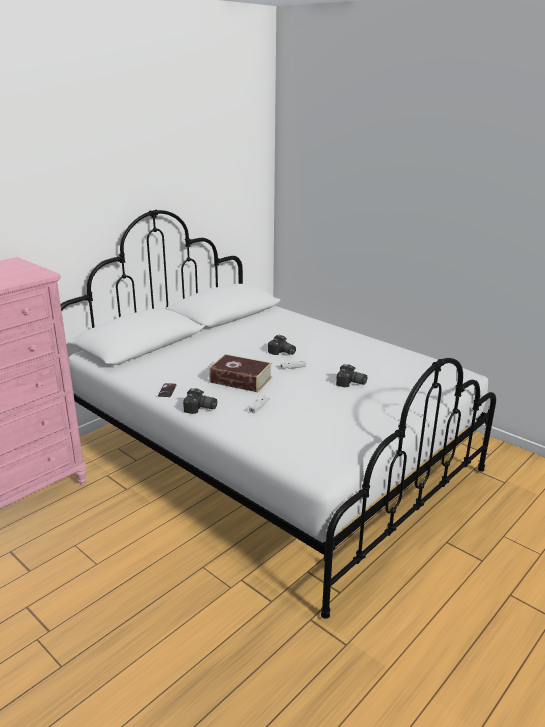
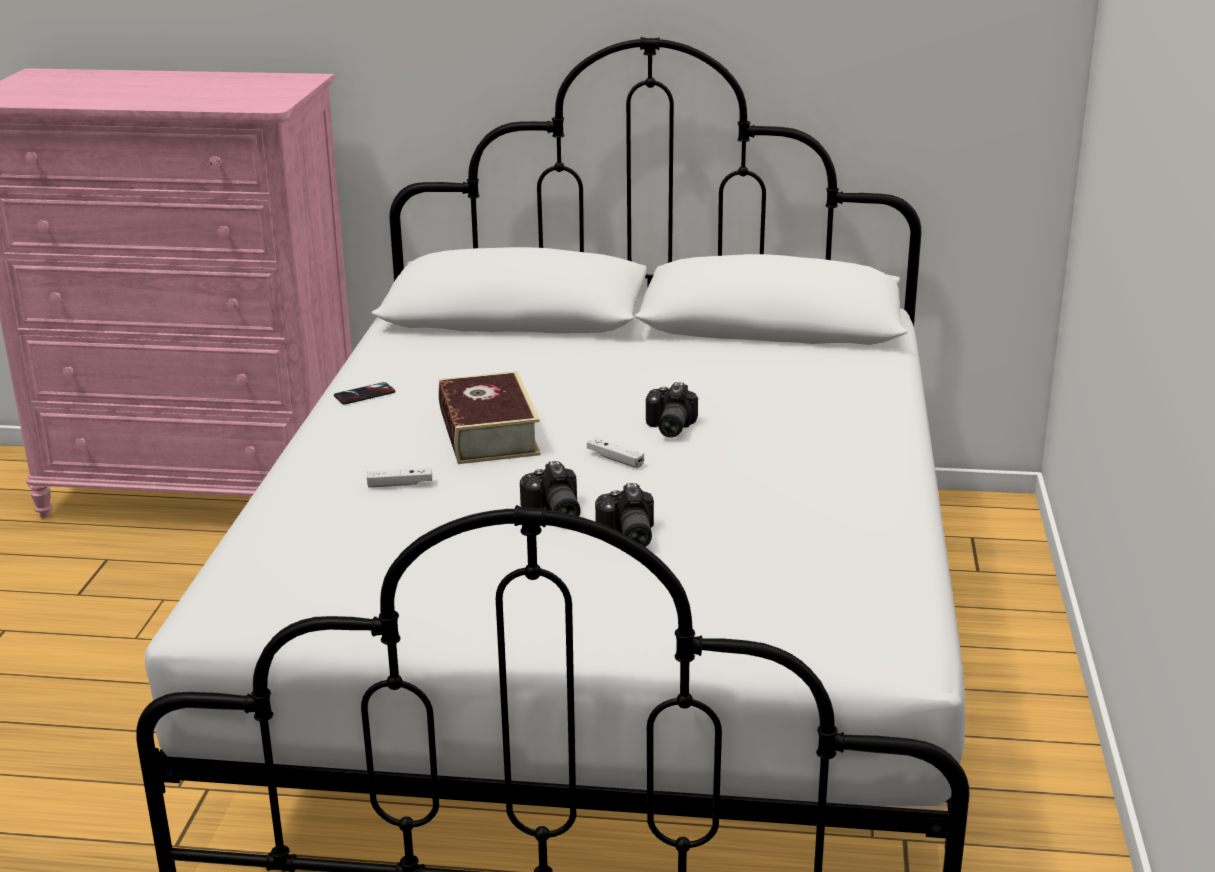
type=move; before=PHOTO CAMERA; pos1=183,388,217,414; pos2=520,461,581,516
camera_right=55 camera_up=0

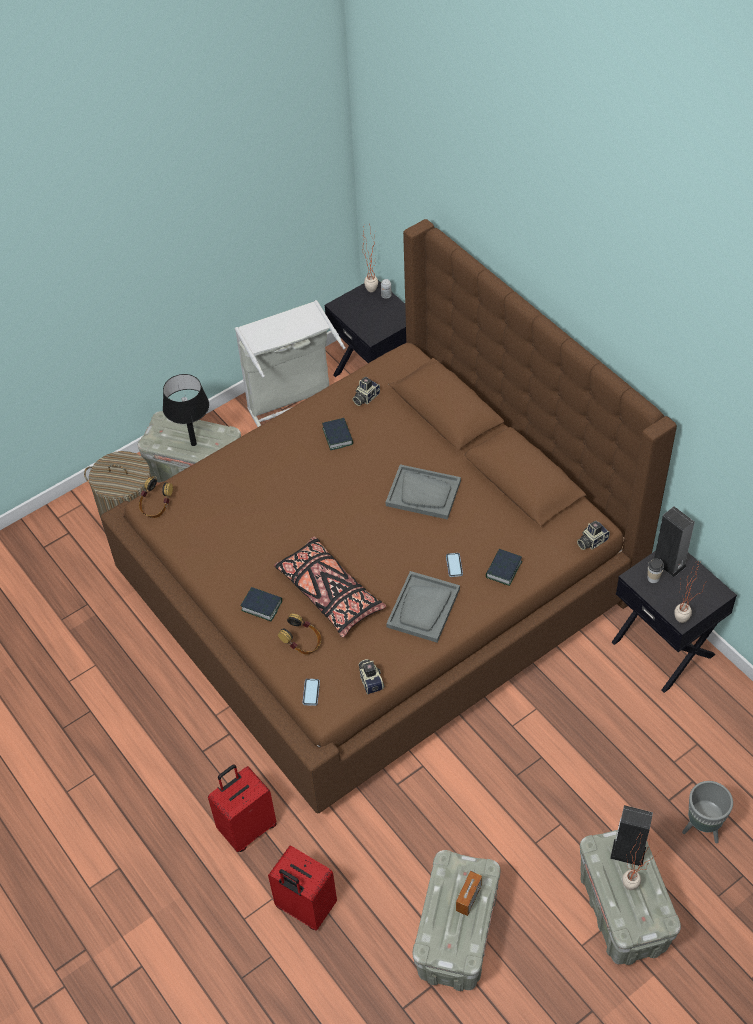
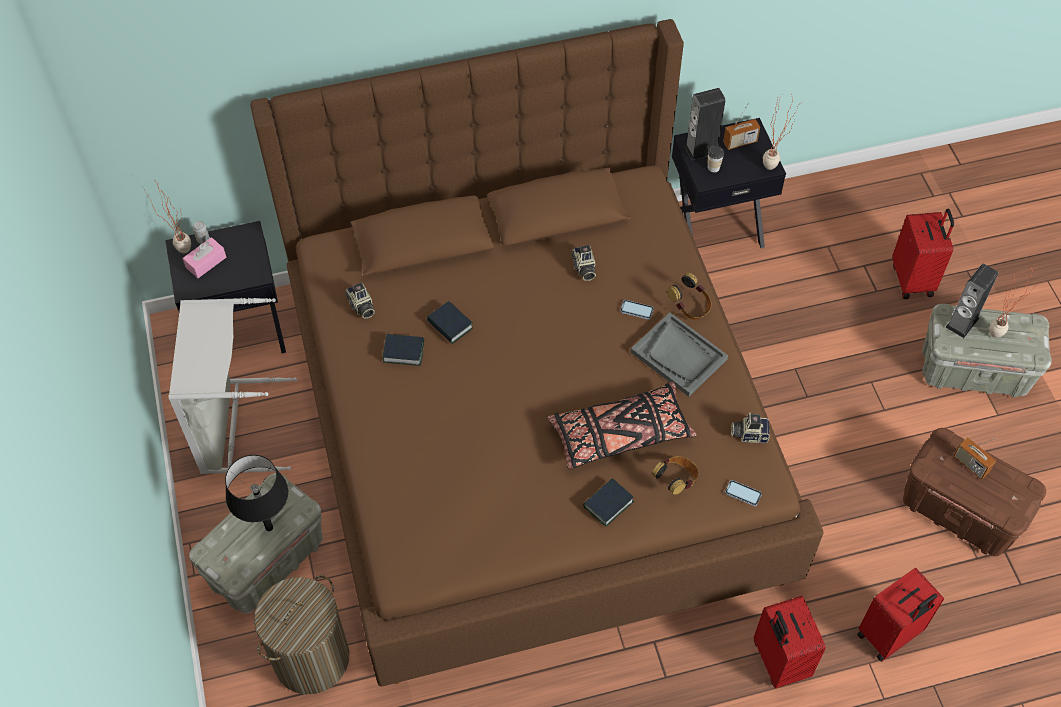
type=insert; after=PINK-COLOURED TISSUE BOX; pos2=182,237,226,278
type=move; before=VOLUME; pos1=486,549,522,586; pos2=427,301,473,344
type=move; before=PHOTO CAMERA; pos1=577,521,610,550; pos2=571,245,596,281
type=move; before=HEADSET; pos1=139,477,173,518; pos2=667,273,712,320
type=insert; after=RADIO SET; pos2=723,103,760,150
type=replace; before=GREY FLOWER POT; after=REDDISH PIECE OF LUGGAGE; pos1=682,781,733,843; pos2=892,209,954,299
type=recolor; before=GREY STORAGE CONTAINER; after=BROWN STORAGE CONTAINER; pos1=412,850,501,991; pos2=903,428,1046,556
type=delete; before=GREY SERVING TRAY; pos1=386,464,461,520
camera_right=-70 camera_up=5

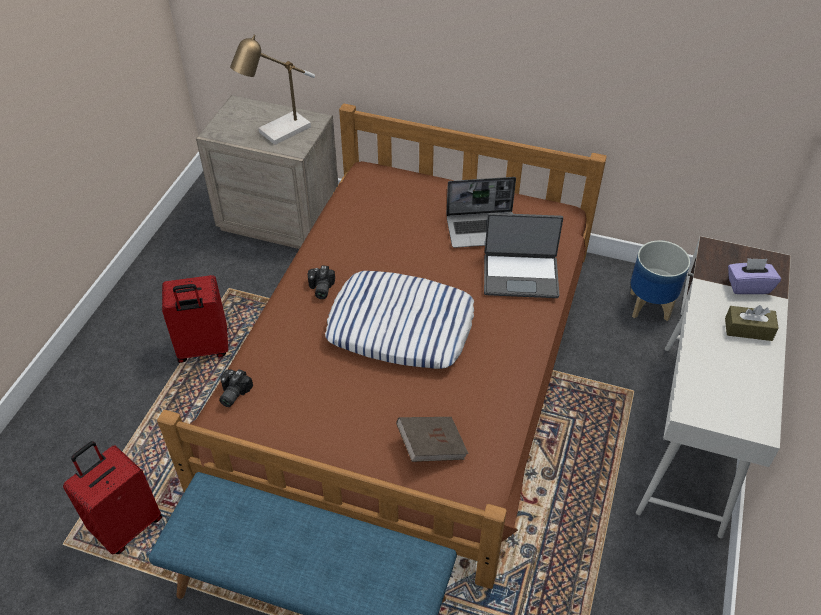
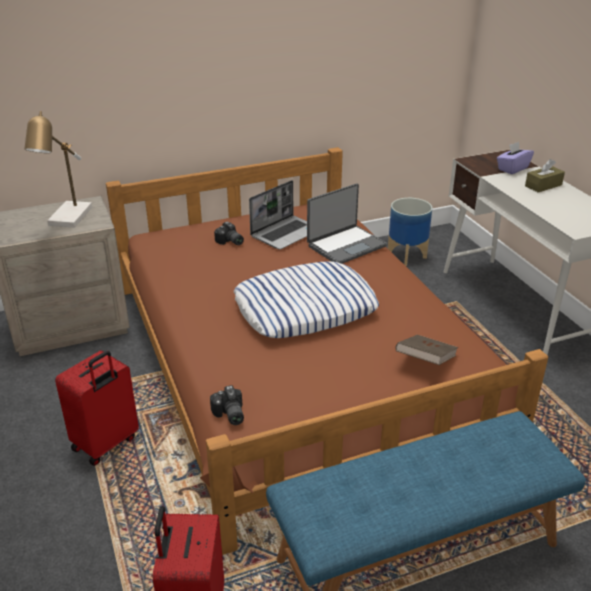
type=move; before=PHOTO CAMERA; pos1=307,265,335,299; pos2=214,221,244,245
camera_right=-40 camera_up=-15

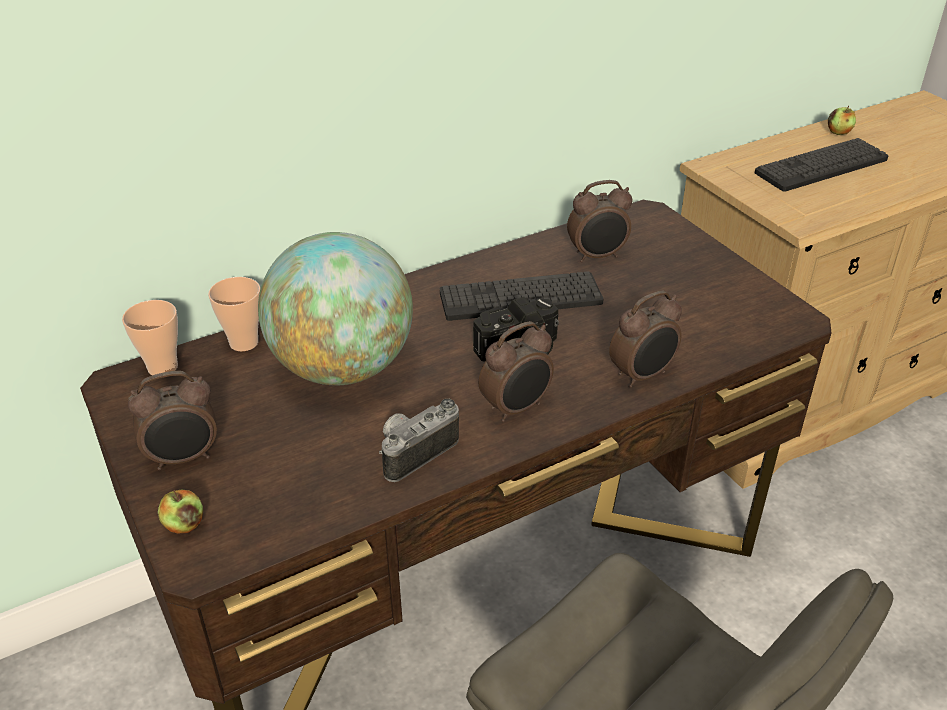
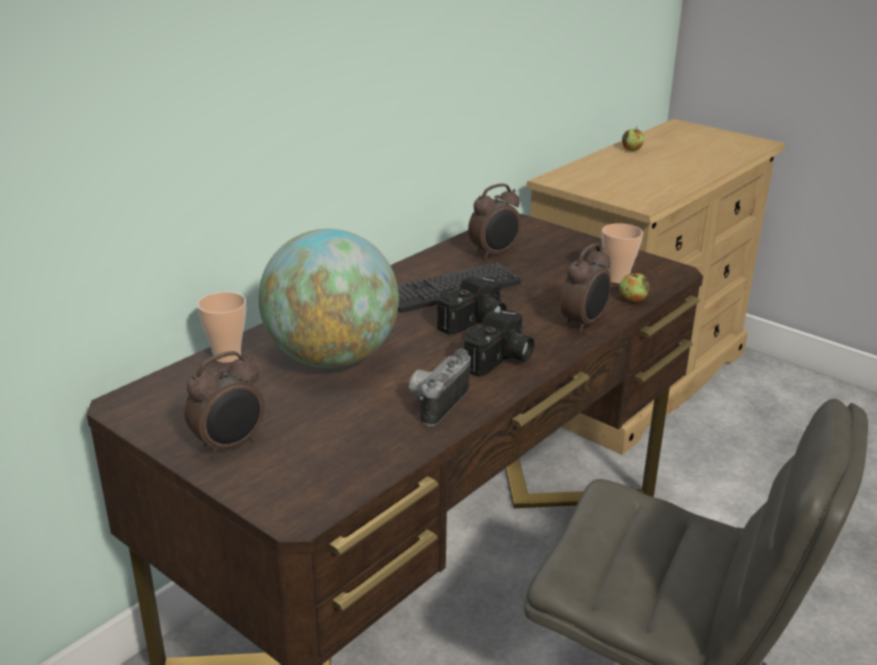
type=replace; before=TABLE CLOCK; after=PHOTO CAMERA; pos1=479,321,554,422; pos2=464,310,534,377
type=move; before=CUP; pos1=122,300,178,375; pos2=602,223,643,284
type=move; before=APPLE; pos1=158,490,203,533; pos2=620,270,650,303
type=delete; before=PC KEYBOARD; pos1=755,138,888,192
camera_right=-20 camera_up=-10

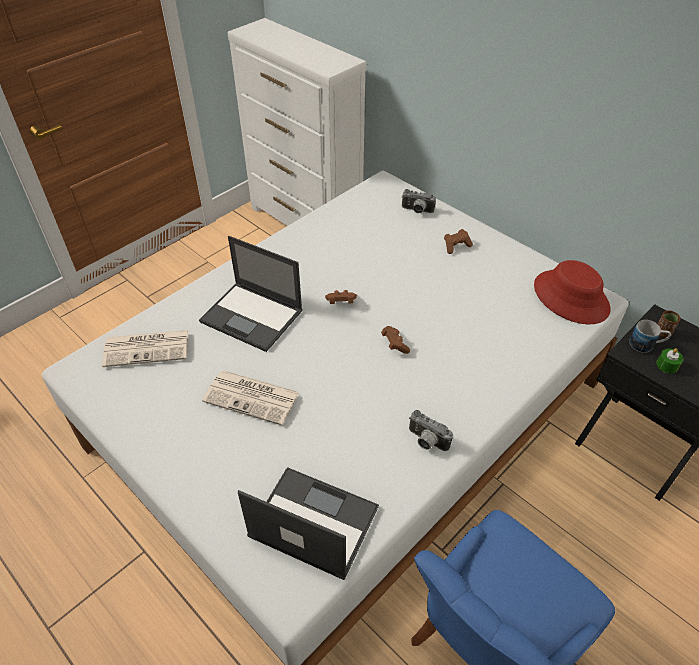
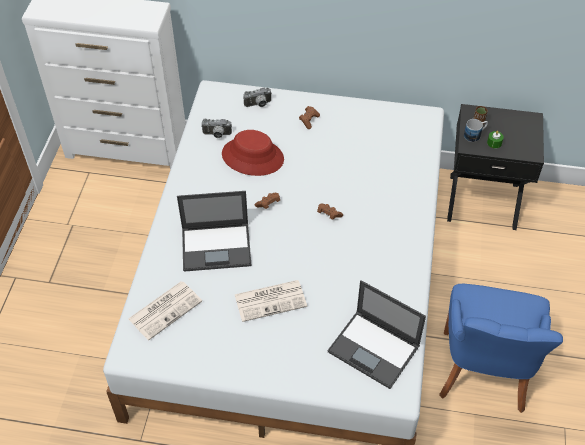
type=move; before=PHOTO CAMERA; pos1=409,410,453,451; pos2=201,118,232,138
type=move; before=REDDISH WEARABLE HAT; pos1=534,260,611,324; pos2=222,130,284,176
type=rotate; before=LAPTOP; pos1=238,467,379,580; pos2=327,280,426,389; turn=-135
camera_right=-35 camera_up=5

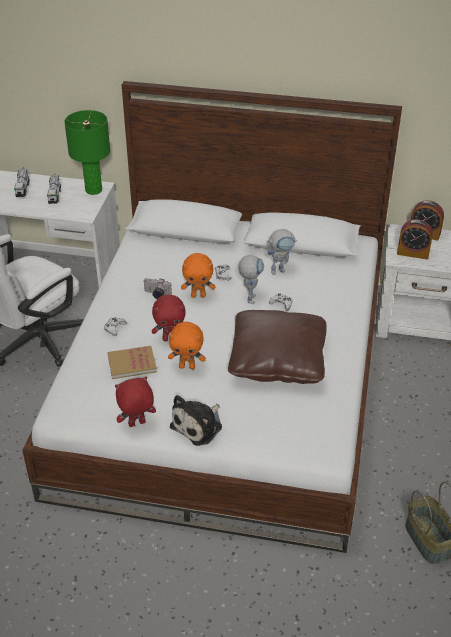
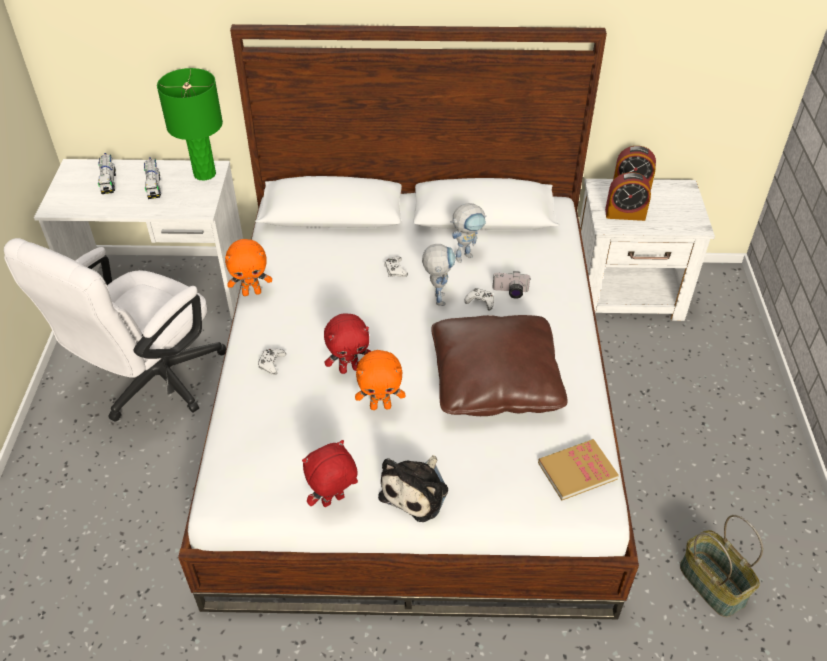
type=move; before=ORANGEY CUDDLY TOY; pos1=181,253,215,298; pos2=225,239,272,296
type=move; before=PHOTO CAMERA; pos1=144,278,172,299; pos2=492,271,531,299
type=move; before=VOLUME; pos1=107,346,157,379; pos2=538,439,619,500
camera_right=-10 camera_up=5

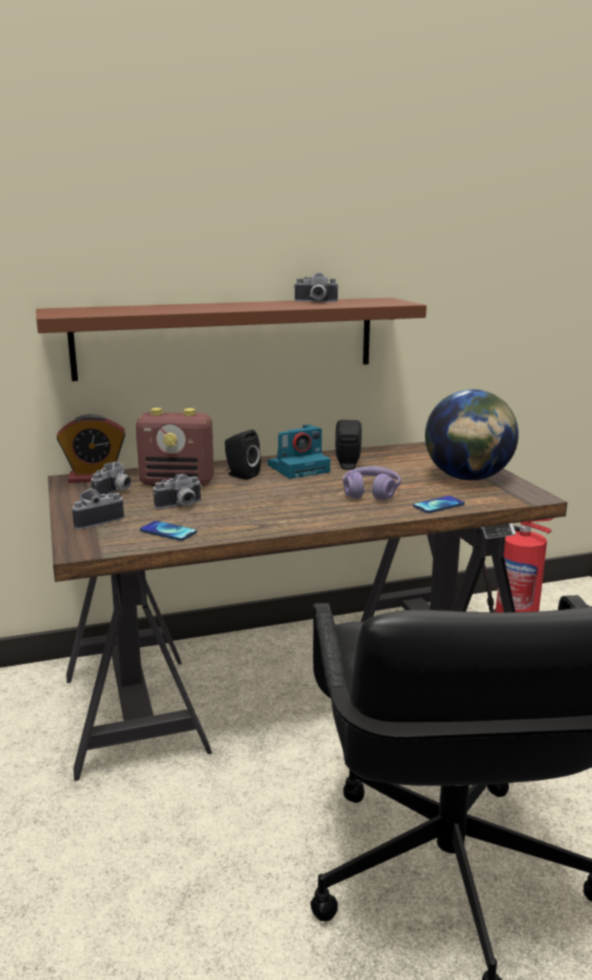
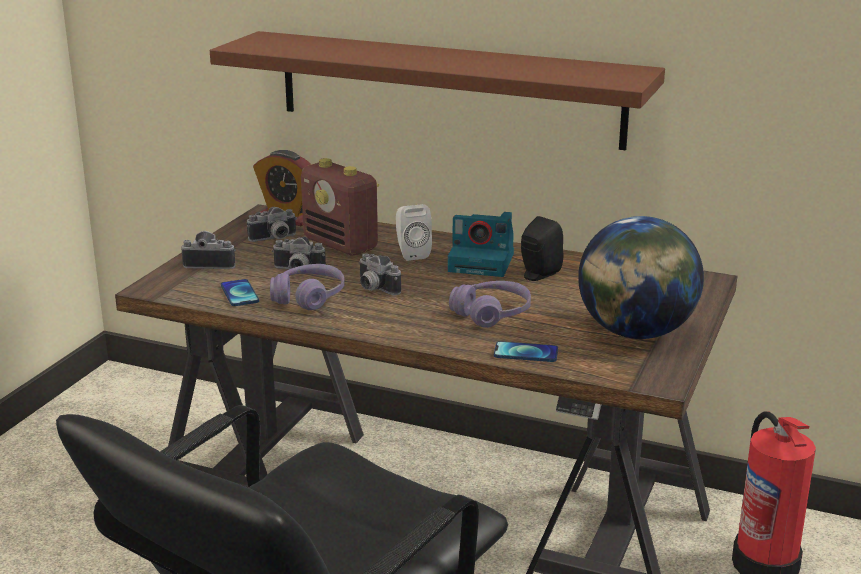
type=insert; after=PURPLISH HEADSET; pos2=270,264,345,310
type=move; before=PHOTO CAMERA; pos1=294,272,339,302; pos2=359,254,401,295
type=recolor; before=BLACK SPEAKER; after=WHITE-COLOURED SPEAKER; pos1=225,430,261,480; pos2=396,204,432,261
camera_right=40 camera_up=5

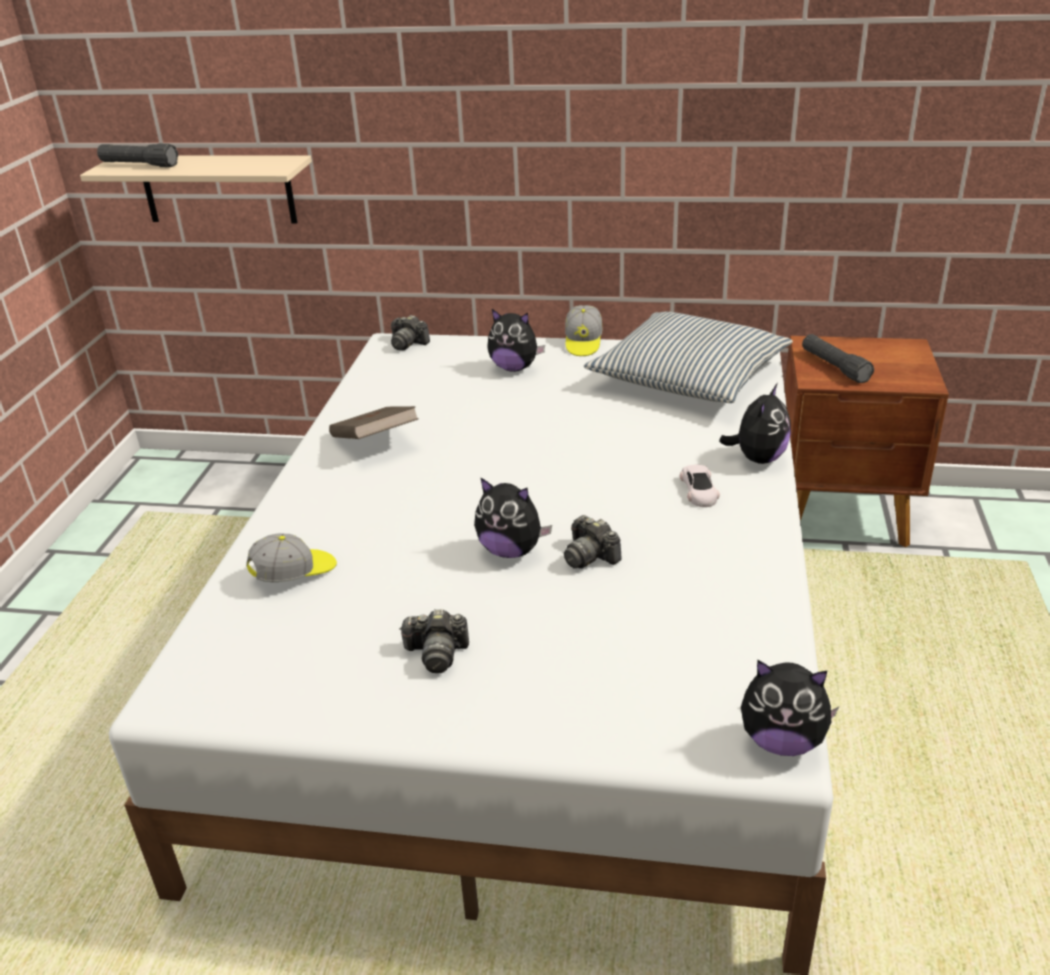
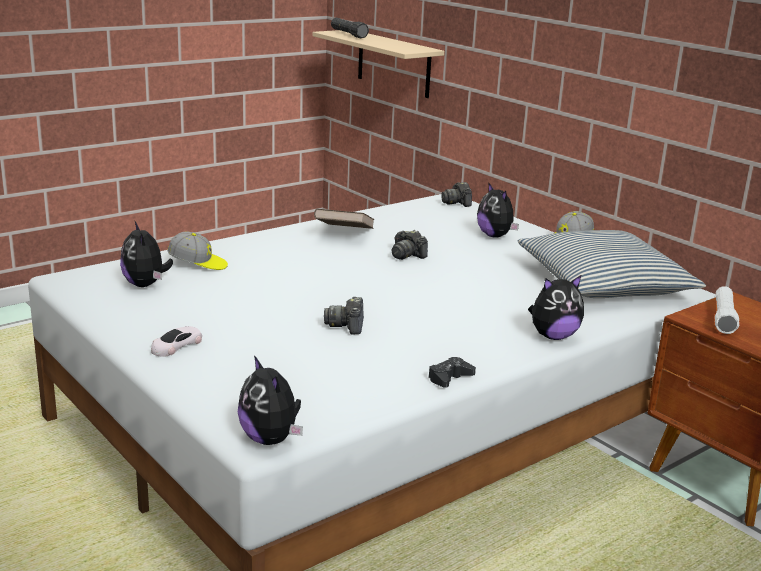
type=move; before=CUDDLY TOY; pos1=474,477,552,558; pos2=120,222,173,287
type=move; before=WHITE-COLOURED TOY CAR; pos1=680,465,720,507; pos2=151,326,202,356
type=move; before=PHOTO CAMERA; pos1=399,609,469,673; pos2=392,230,428,260
type=insert; after=BLACK GAMEPAD; pos2=428,357,476,388
type=recolor; before=BLACK HAND TORCH; after=WHITE-COLOURED HAND TORCH; pos1=802,334,874,383; pos2=715,286,739,334
camera_right=40 camera_up=-10

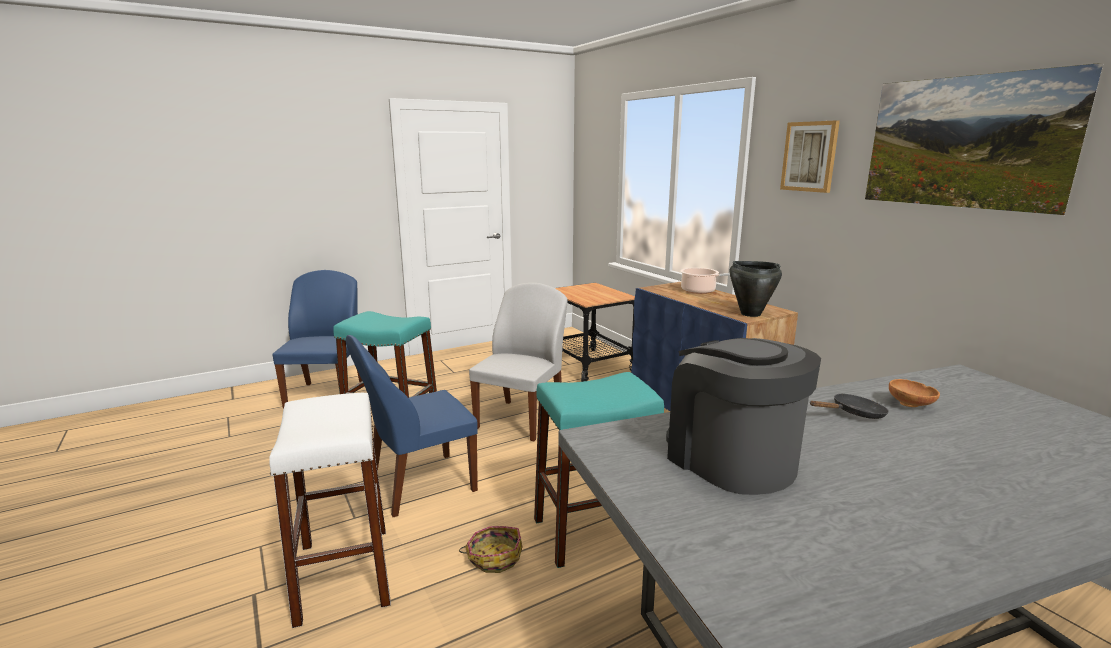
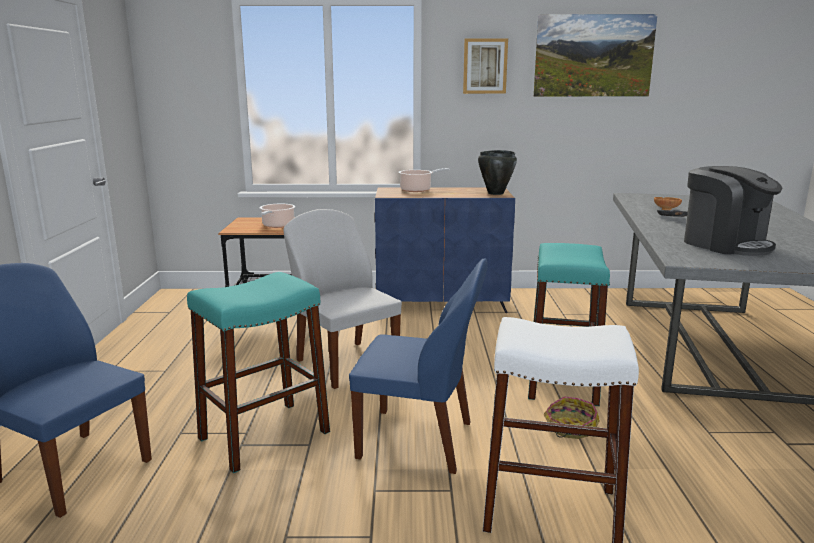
type=insert; after=COOKING POT; pos2=260,204,295,228
type=rotate; before=BLUISH UPRIGHT CHAIR; pos1=346,335,478,517; pos2=349,258,488,474; turn=-75
type=rotate; before=COFFEE BREWER; pos1=666,338,821,495; pos2=684,166,783,256; turn=-120
camera_right=-60 camera_up=0

